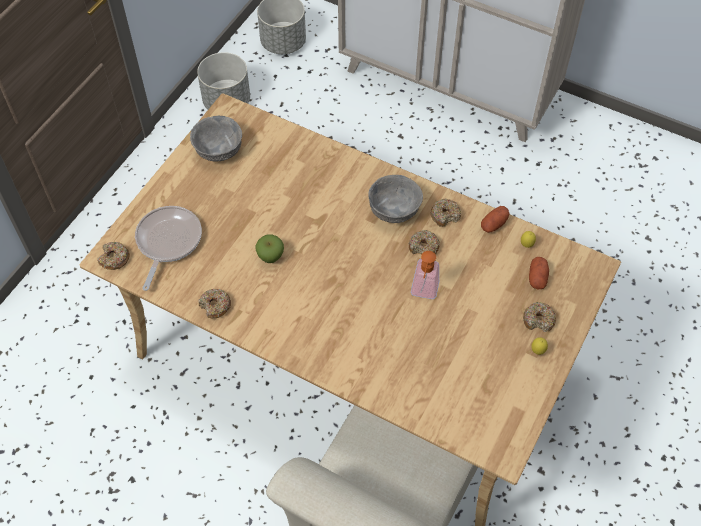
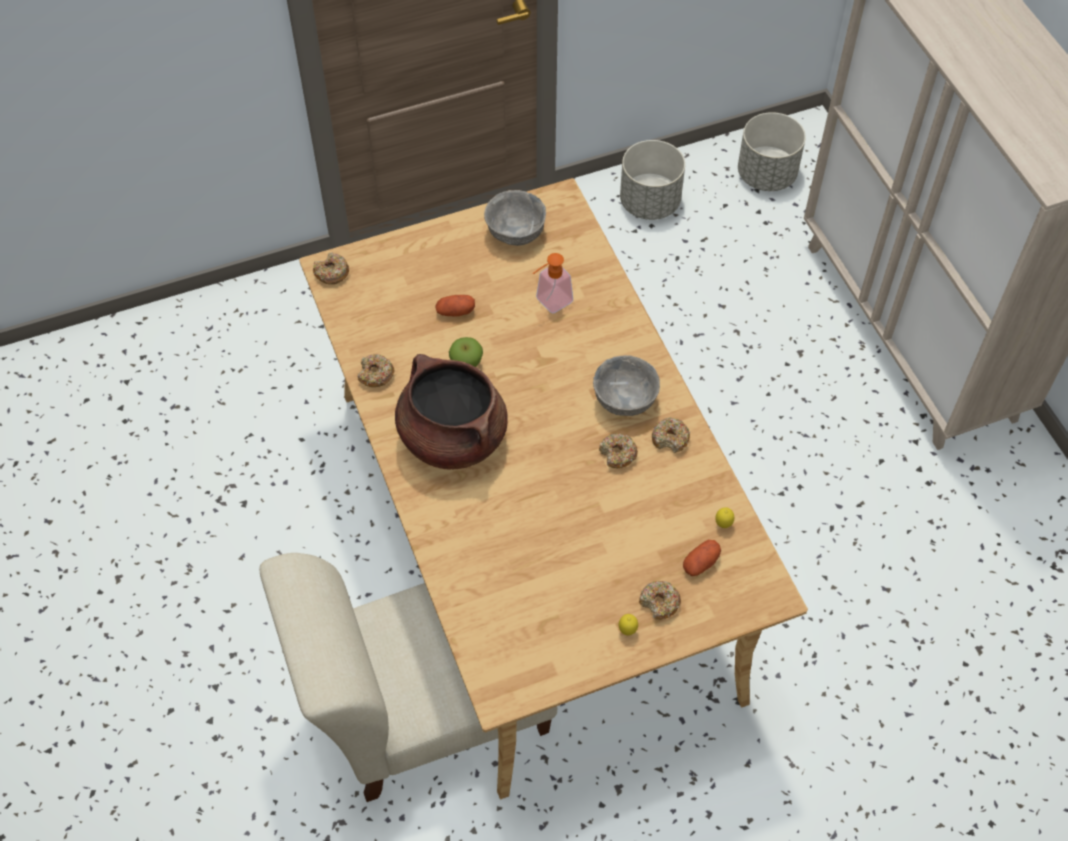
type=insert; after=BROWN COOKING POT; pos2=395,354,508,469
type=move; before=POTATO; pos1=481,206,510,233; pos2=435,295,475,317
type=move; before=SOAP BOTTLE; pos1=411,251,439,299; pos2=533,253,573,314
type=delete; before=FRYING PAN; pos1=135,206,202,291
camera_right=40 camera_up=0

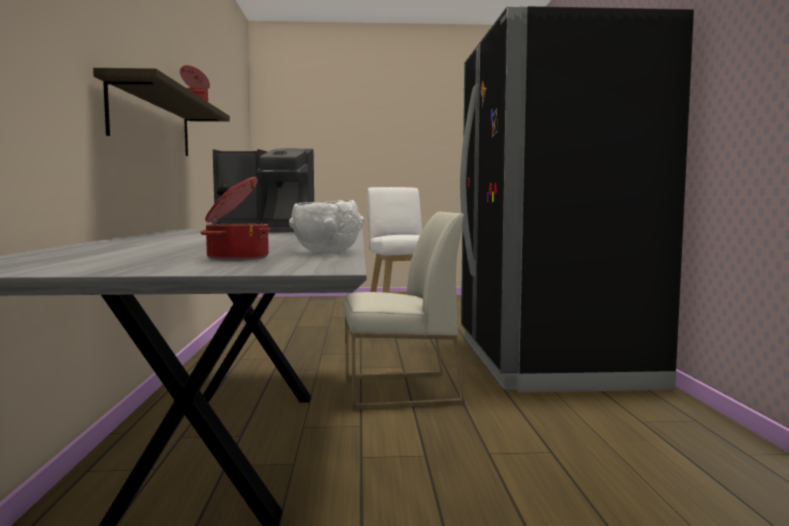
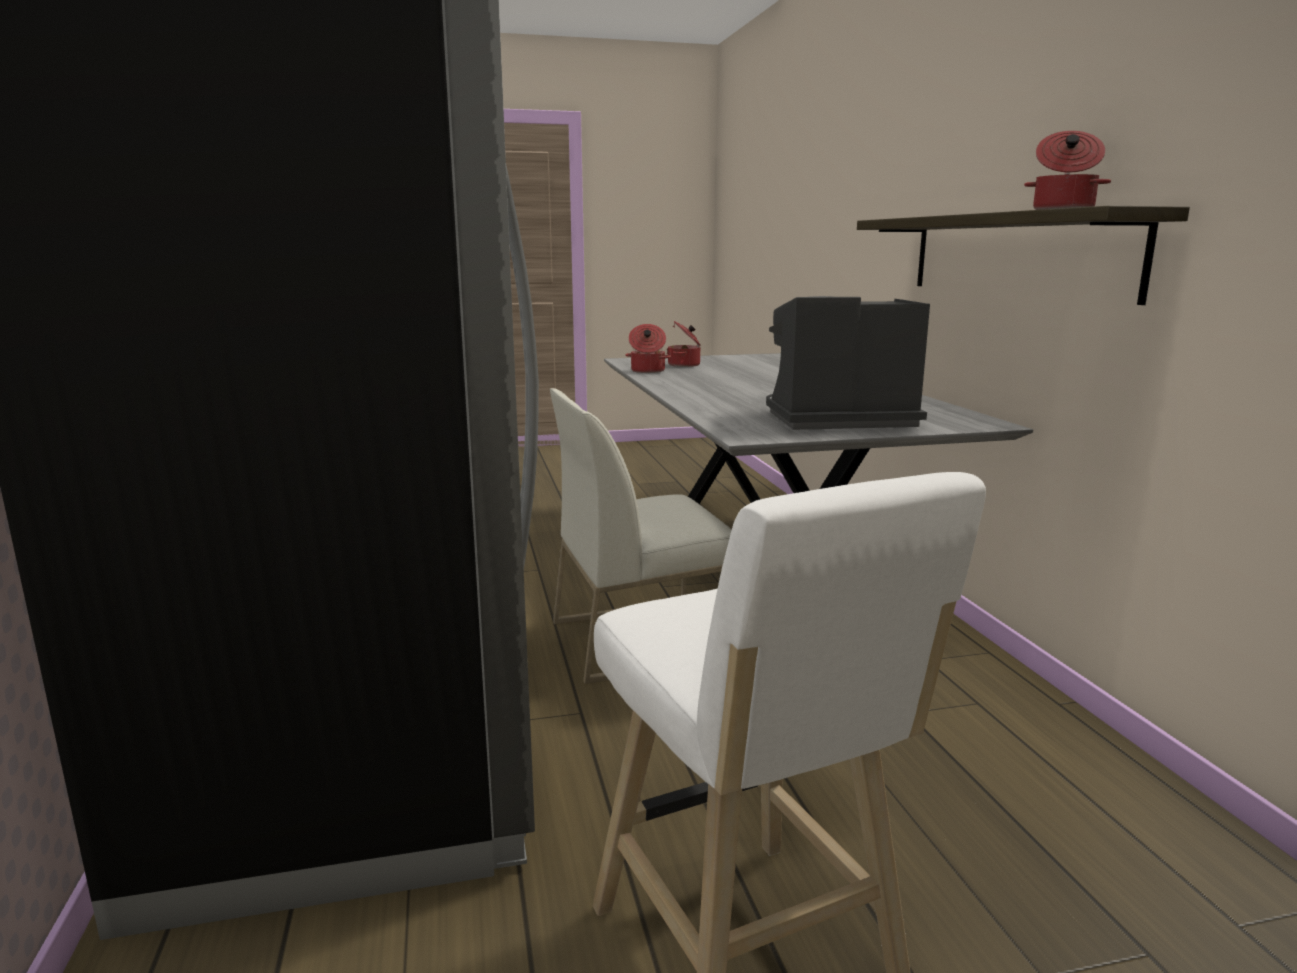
type=replace; before=WHITE-COLOURED BOWL; after=COOKING POT; pos1=289,200,364,253; pos2=625,324,671,373
camera_right=170 camera_up=10

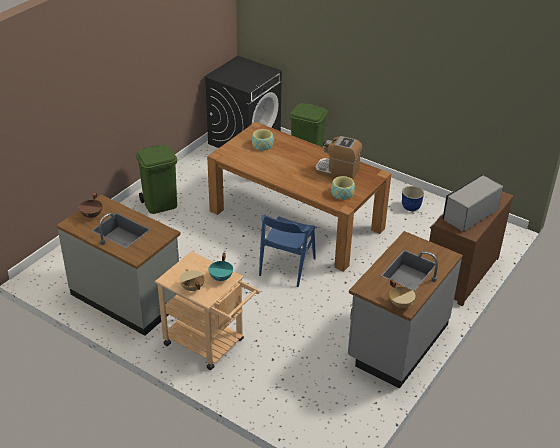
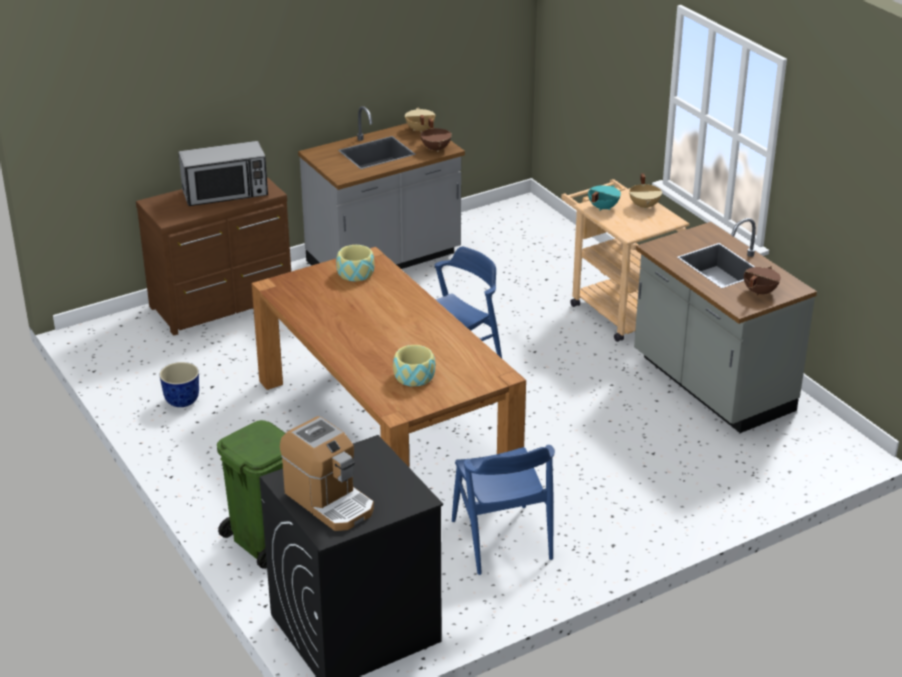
type=move; before=COFFEE BREWER; pos1=315,136,362,180; pos2=280,416,374,531
type=insert; after=BROWN COOKING POT; pos2=421,118,452,152
type=insert; after=BLUISH UPRIGHT CHAIR; pos2=452,445,555,575
type=delete; before=GREEN-COLOURED WASTE BIN; pos1=136,145,177,214
camera_right=-155 camera_up=-5

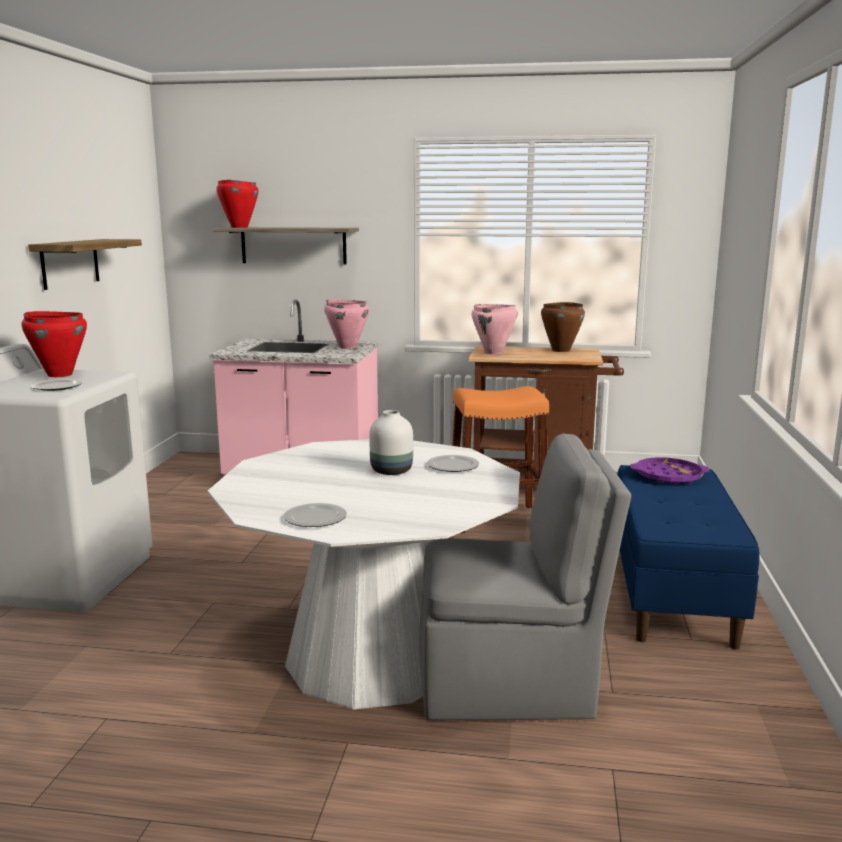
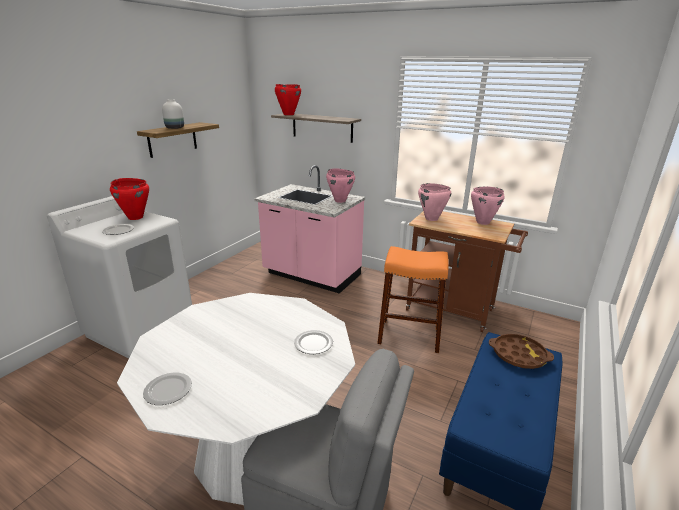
type=move; before=WHITE-COLOURED VASE; pos1=369,410,413,475; pos2=162,99,184,129
type=recolor; before=BROWN COOKING POT; after=PINK-COLOURED COOKING POT; pos1=541,302,585,352; pos2=471,187,505,225
type=recolor; before=PURPLISH SERVING TRAY; after=BROWN SERVING TRAY; pos1=630,457,709,484; pos2=489,334,554,369
camera_right=20 camera_up=10

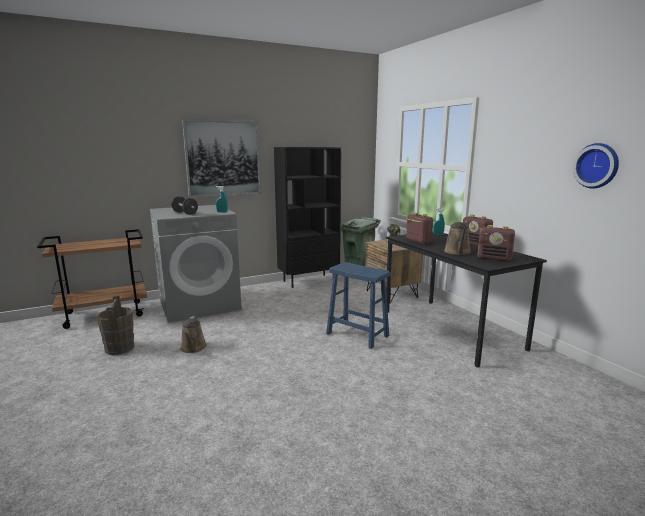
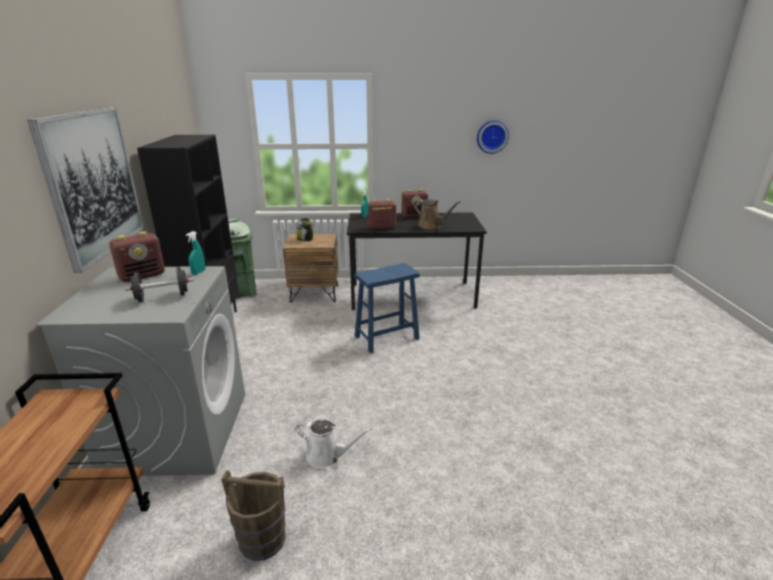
type=move; before=RADIO SET; pos1=478,225,515,261; pos2=109,232,165,282
type=recolor; before=BROWN WATERING POT; after=WHITE-COLOURED WATERING POT; pos1=180,316,207,353; pos2=295,419,372,469
camera_right=-65 camera_up=10

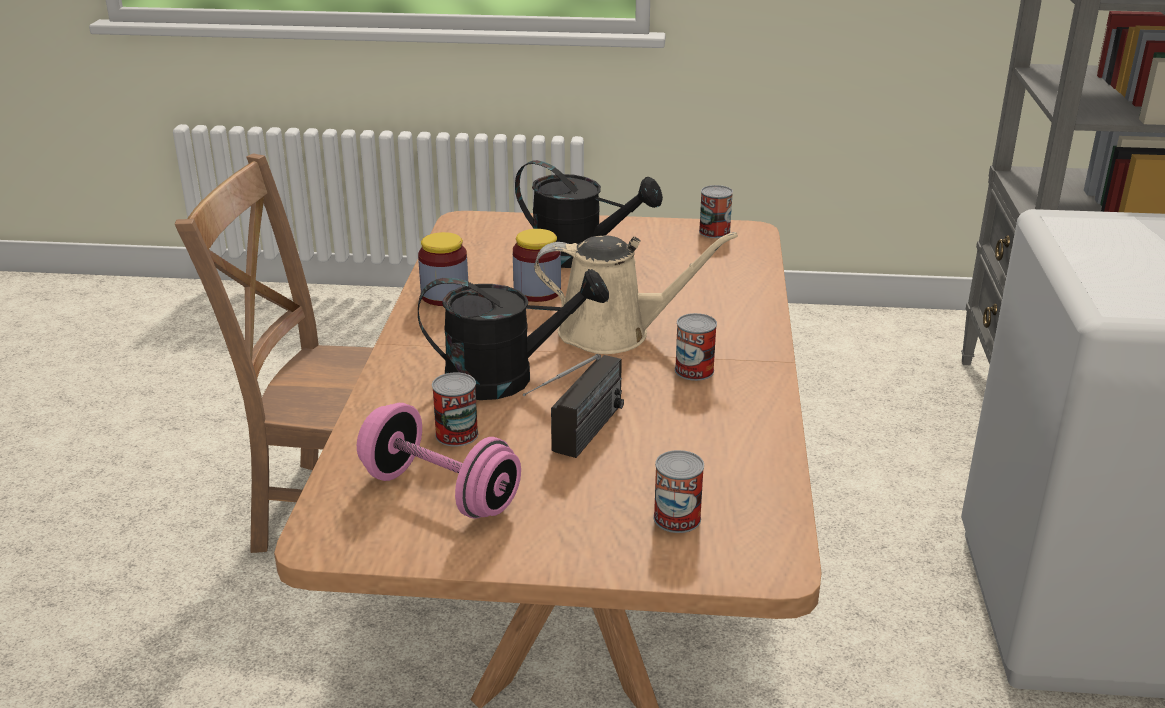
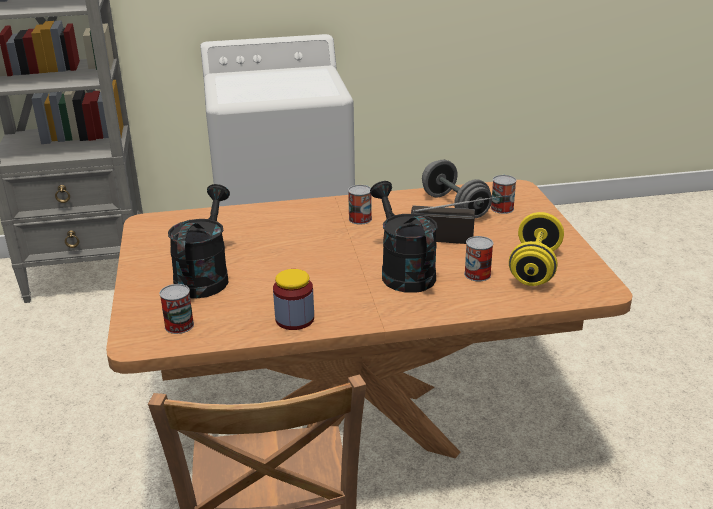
type=move; before=CAN; pos1=699,185,733,238; pos2=159,284,194,334
type=insert; after=GREY DUMBBELL; pos2=422,160,492,218
type=recolor; before=PINK-COLOURED DUMBBELL; after=YELLOW DUMBBELL; pos1=357,403,521,519; pos2=509,212,564,286
type=delete; before=PRESERVE JAR; pos1=513,229,561,302
type=delete; before=SAND-COLOURED WATERING POT; pos1=534,232,738,354
camera_right=-105 camera_up=0

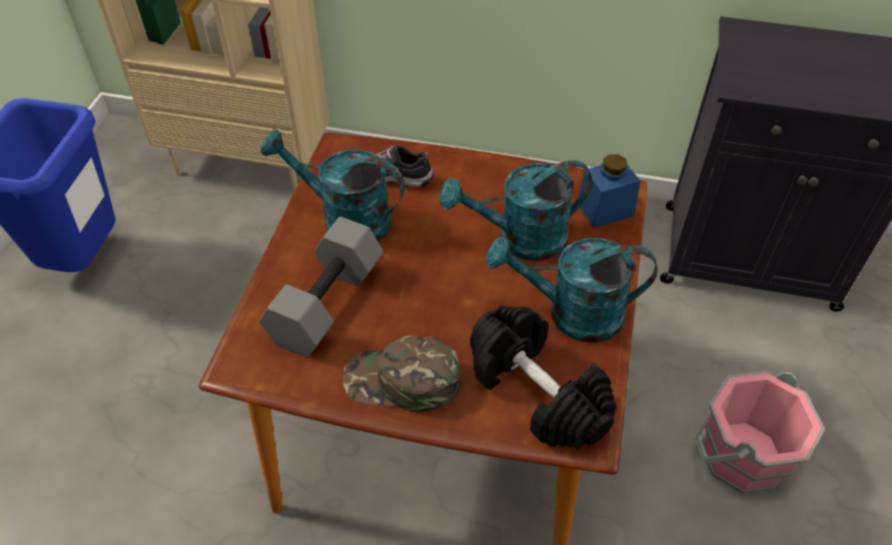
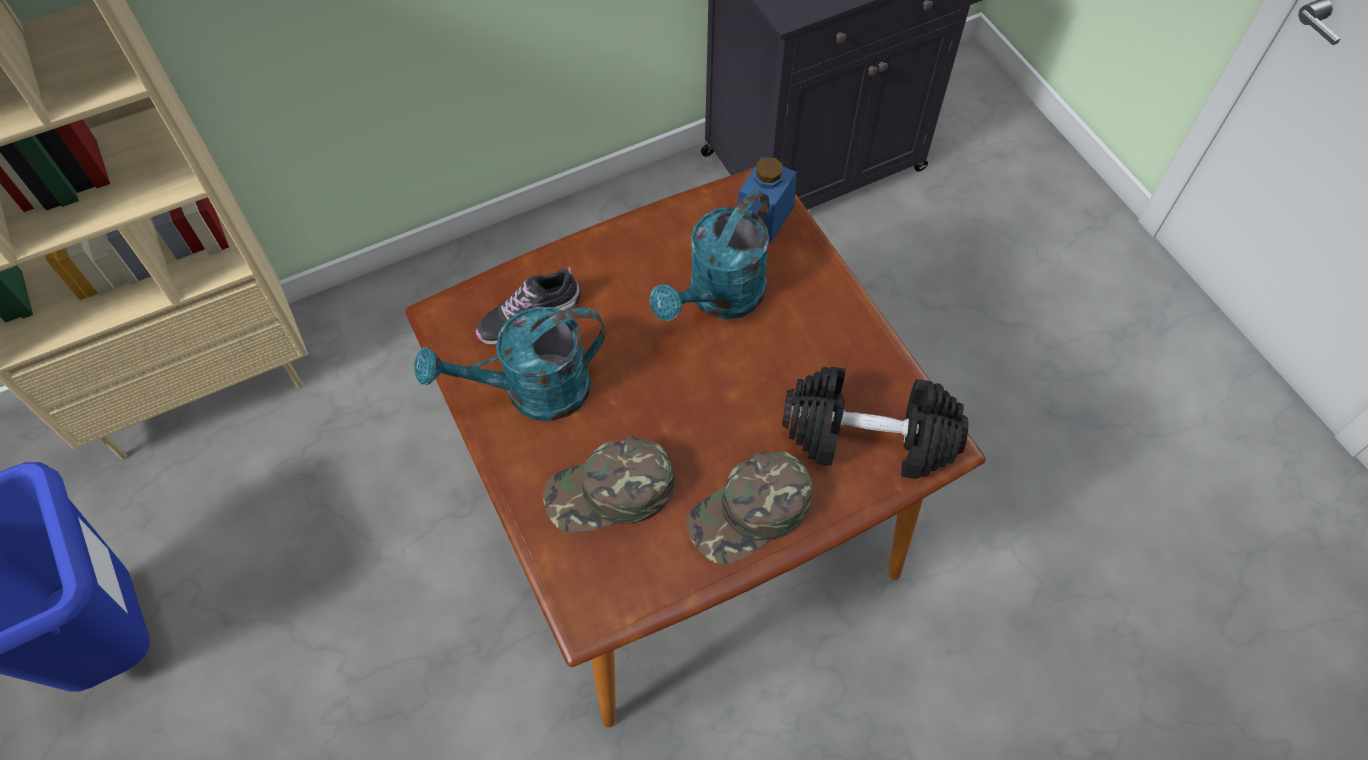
type=replace; before=GREY DUMBBELL; after=GREEN-COLOURED PEAKED CAP; pos1=259,217,384,357; pos2=543,436,675,533
type=delete; before=BLUE-GREEN WATERING POT; pos1=486,237,657,343
type=delete; before=PINK-COLOURED WATER BUCKET; pos1=695,371,825,494
camera_right=-40 camera_up=10

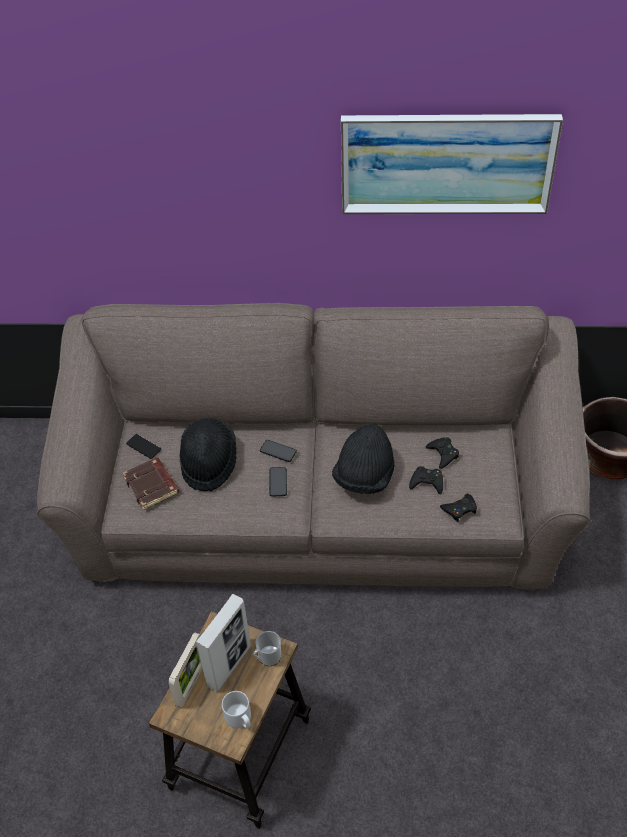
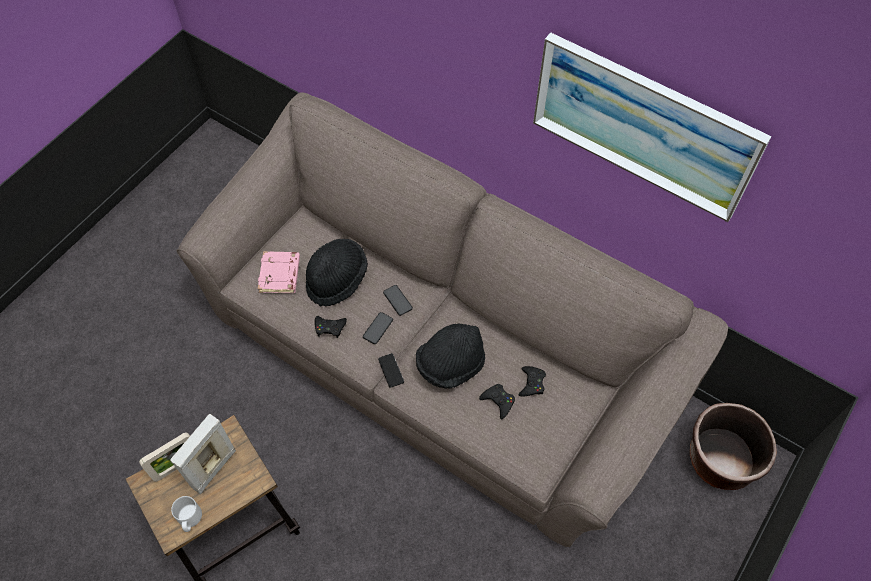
type=rotate; before=PHOTO FRAME; pos1=196,594,251,692; pos2=170,414,236,494; turn=150
type=recolor; before=BROWN VOLUME; after=PINK-COLOURED VOLUME; pos1=123,458,179,510; pos2=258,251,300,293
type=move; before=BLACK GAMEPAD; pos1=440,494,477,522; pos2=315,316,347,338
type=move; before=PHONE; pos1=126,434,161,459; pos2=378,353,404,388
type=delete; before=TEA MUG; pos1=253,631,281,666
camera_right=30 camera_up=10

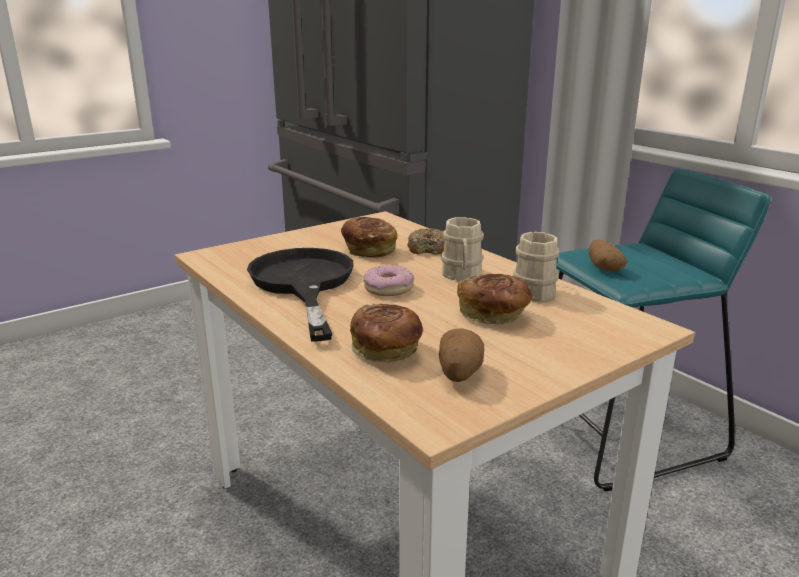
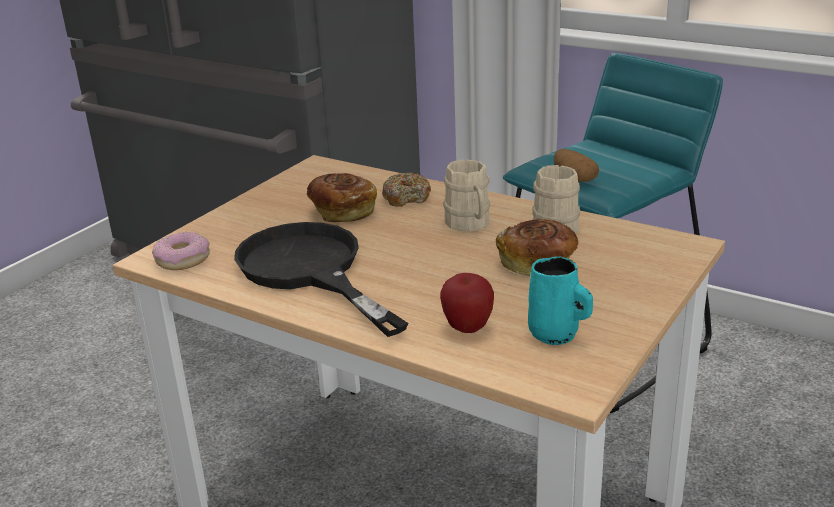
type=move; before=DONUT; pos1=363,265,415,296; pos2=152,232,210,270
type=replace; before=BREAD; after=APPLE; pos1=350,304,423,363; pos2=440,273,494,333
type=replace; before=POTATO; after=BLUE-GREEN TEA MUG; pos1=439,328,484,382; pos2=528,256,593,345
camera_right=-20 camera_up=5

